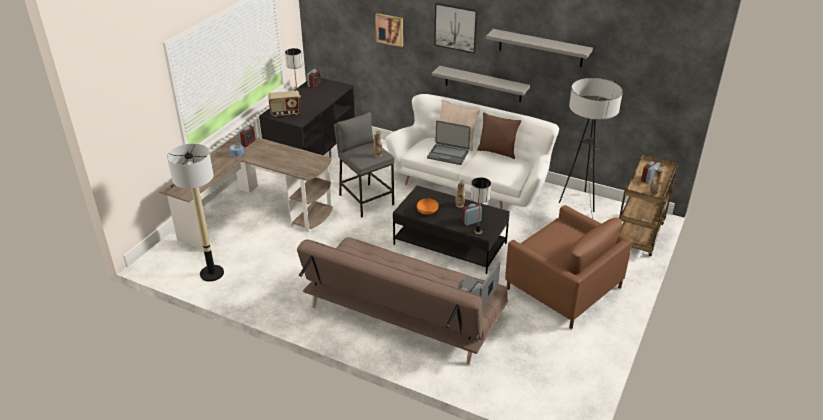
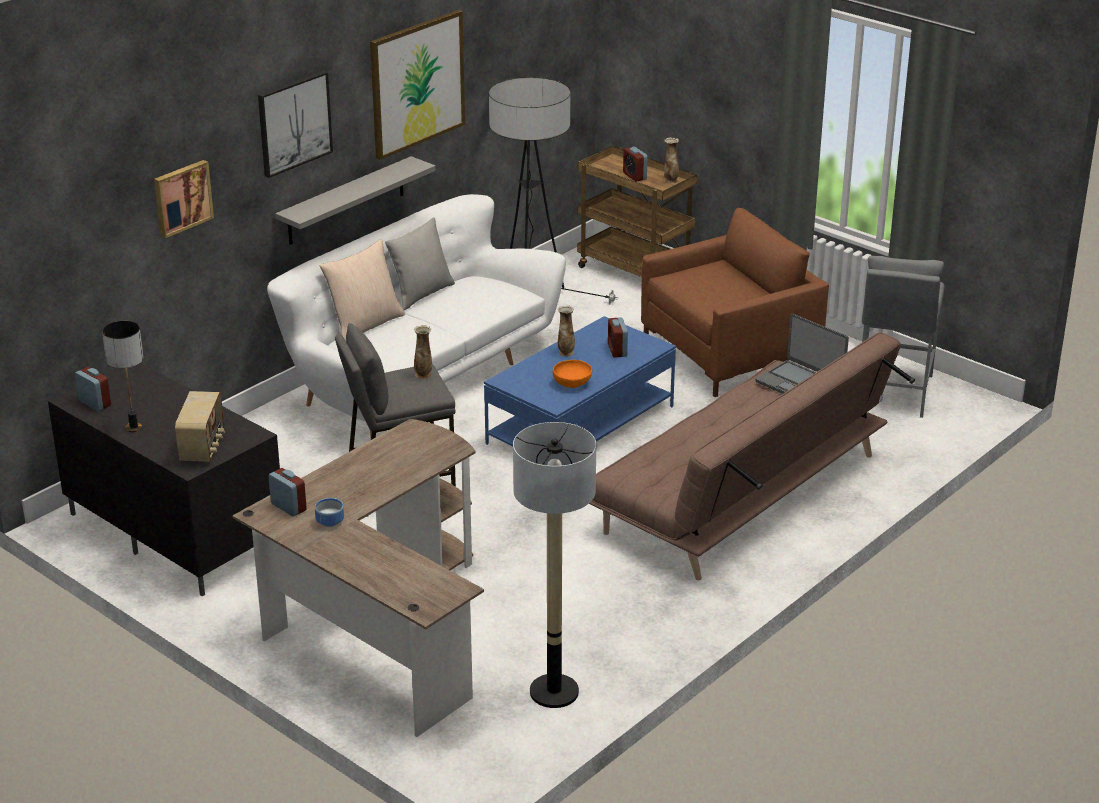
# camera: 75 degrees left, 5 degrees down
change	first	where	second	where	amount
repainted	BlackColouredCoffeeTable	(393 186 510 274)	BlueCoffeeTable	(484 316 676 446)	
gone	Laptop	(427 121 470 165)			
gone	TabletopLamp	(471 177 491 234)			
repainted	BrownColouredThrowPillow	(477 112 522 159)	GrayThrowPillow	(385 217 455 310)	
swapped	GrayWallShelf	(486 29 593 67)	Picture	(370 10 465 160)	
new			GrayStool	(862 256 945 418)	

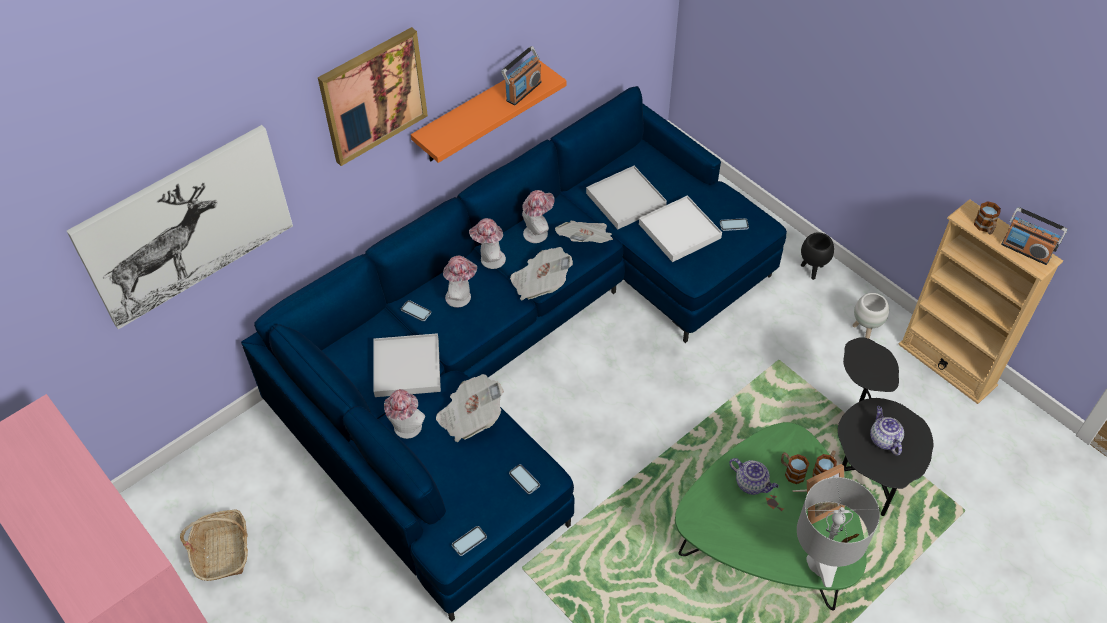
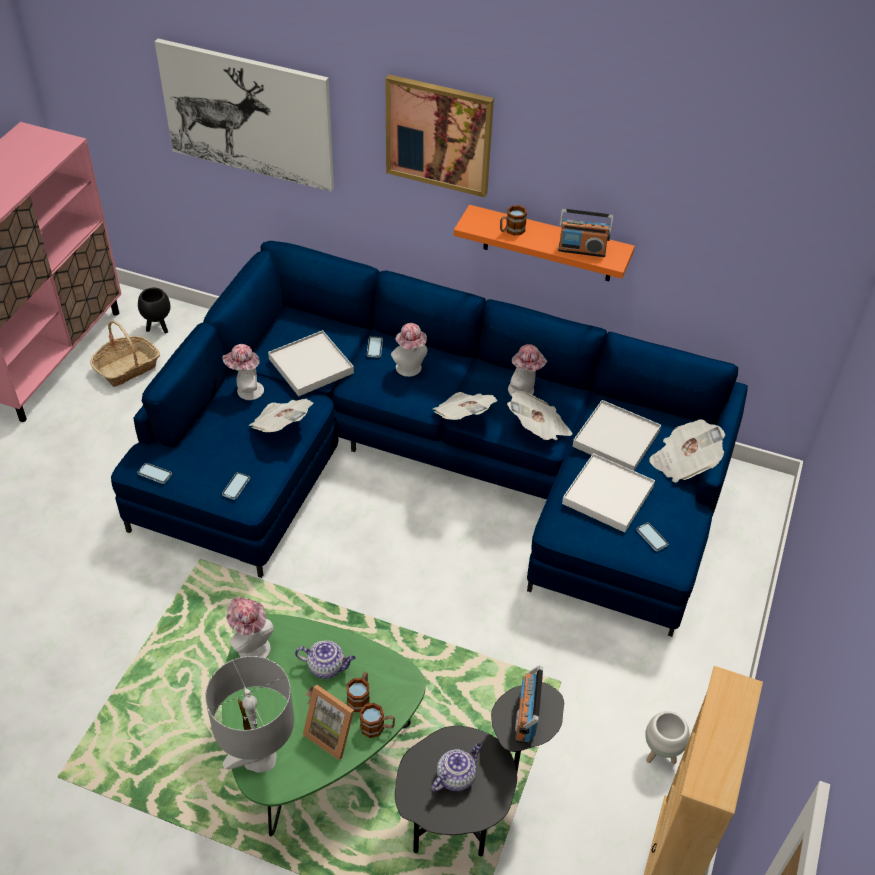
# camera: 60 degrees right, 5 degrees down
change	first	where	second	where	amount
shifted	Hat	(469 218 506 269)		(226 596 274 658)	
rotated	PotForTea	(729 458 779 495)		(295 641 356 679)	90 degrees counterclockwise
shifted	BlackColouredPlanter	(801 232 834 280)		(138 287 170 333)	
shifted	Mug	(974 201 1001 235)		(500 205 527 236)	
shifted	RadioReceiver	(1001 207 1068 265)		(515 666 543 744)	
new			DailyPaper	(649 419 725 483)	

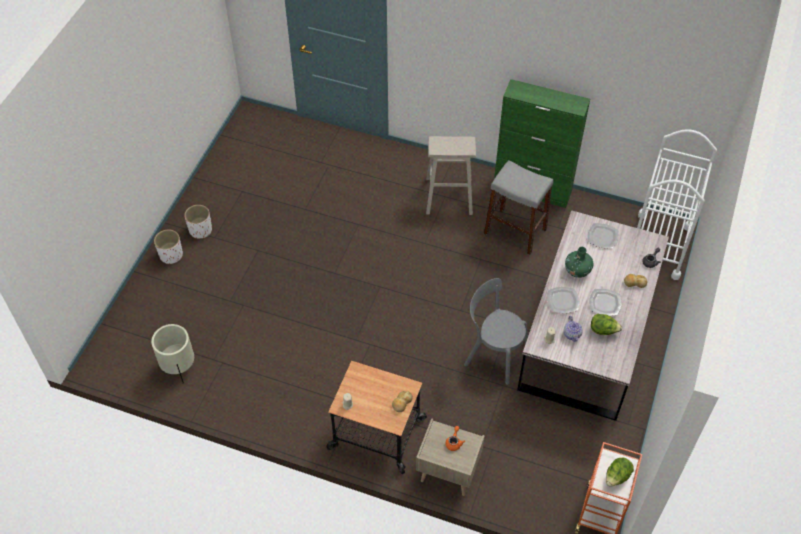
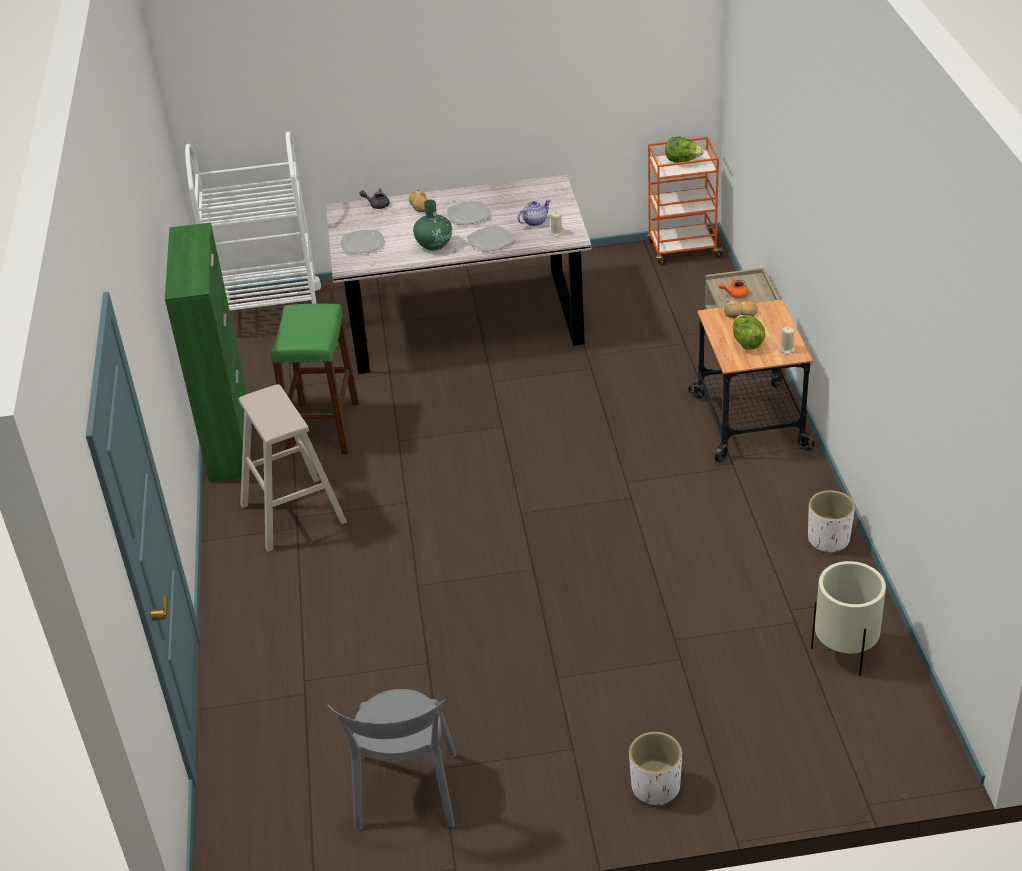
# camera: 115 degrees left, 15 degrees down
change	first	where	second	where	amount
shifted	WhiteColouredPlanter	(184 205 212 239)		(808 490 855 553)	
shifted	GrayChair	(464 278 528 385)		(328 689 457 831)	
repainted	GrayStool	(484 160 554 255)	GreenStool	(270 303 359 455)	
shifted	HeadOfLettuce	(591 314 622 335)		(733 315 765 350)	

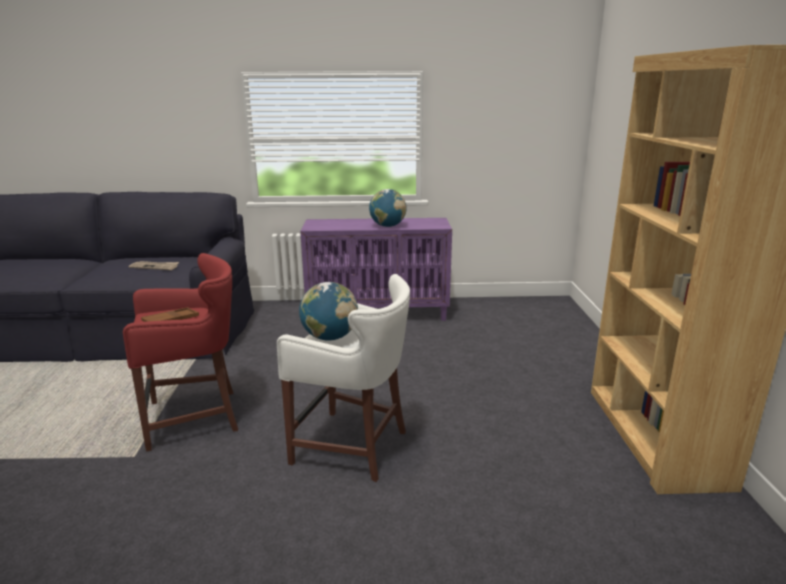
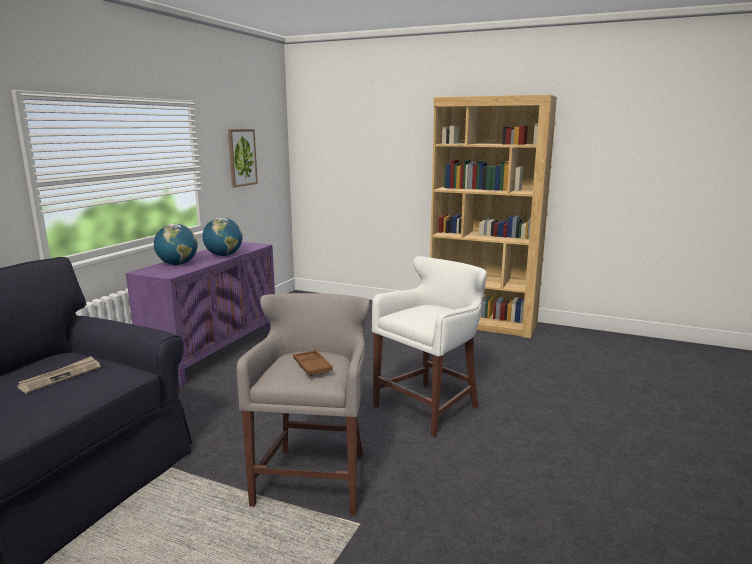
# camera: 65 degrees left, 5 degrees down
change	first	where	second	where	amount
repainted	RedColouredStool	(123 253 238 452)	GrayStool	(237 293 370 515)	
shifted	Globe	(299 282 358 341)		(154 224 198 265)	
new			Picture	(228 129 258 187)	

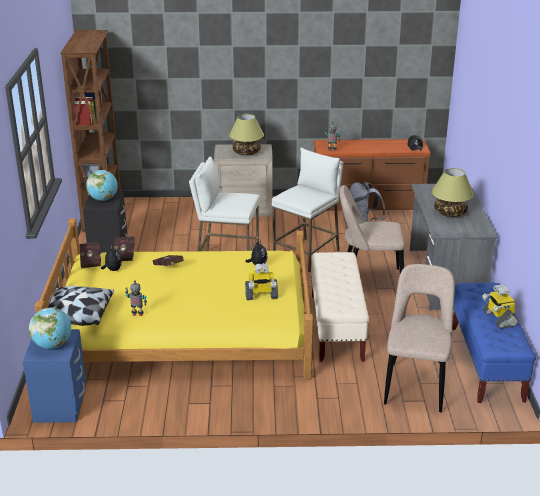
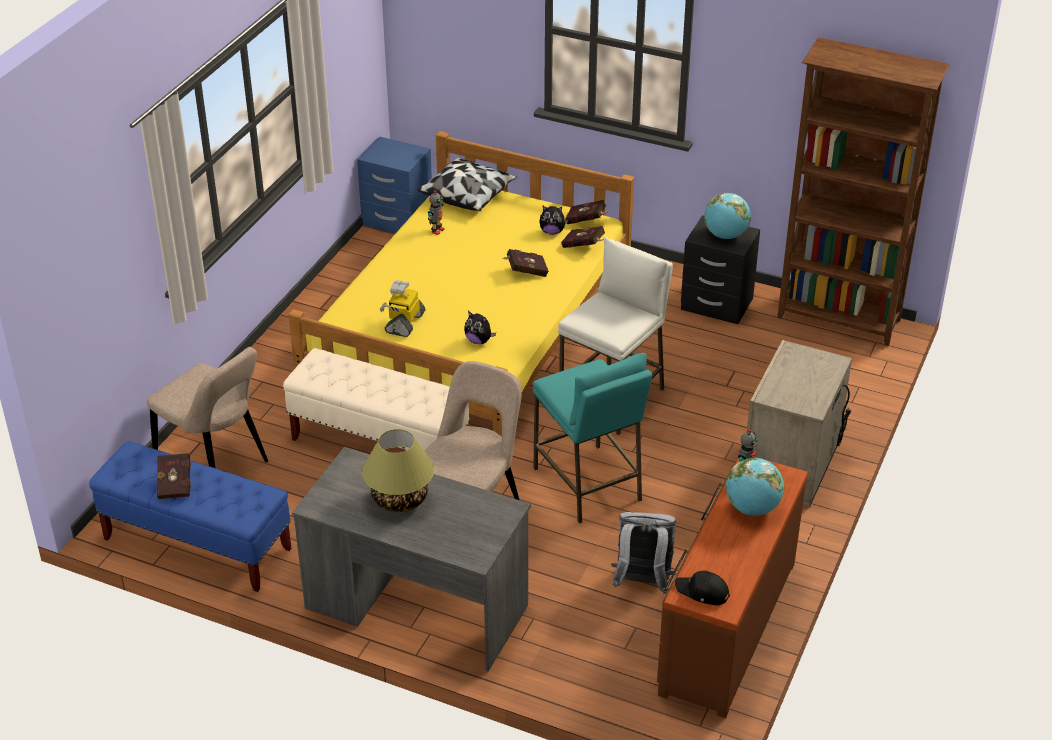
# camera: 115 degrees right, 10 degrees up
change	first	where	second	where	amount
shifted	Globe	(29 308 71 349)		(726 458 784 516)	
gone	TabletopLamp	(229 114 264 155)			
repainted	WhiteColouredStool	(272 148 343 272)	TurquoiseColouredStool	(533 353 652 523)	
swapped	ModelRobot	(482 284 518 329)	RedColouredVolume	(157 450 191 499)	

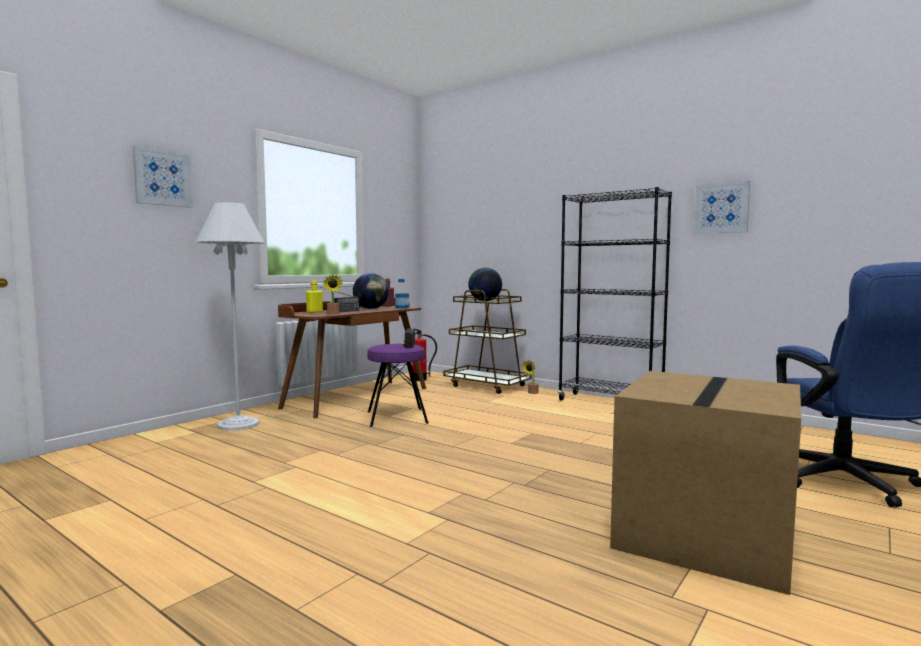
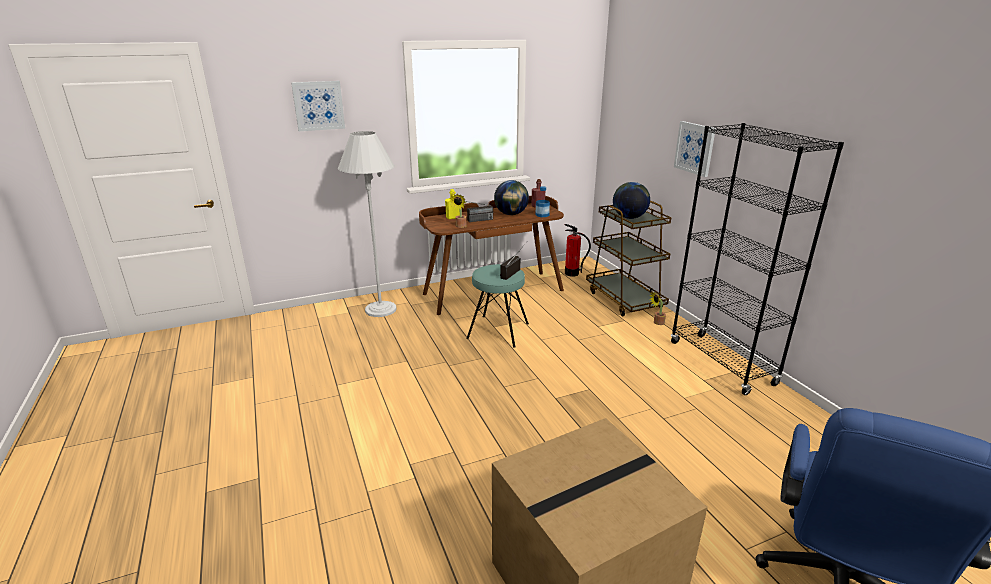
# camera: 30 degrees right, 20 degrees up
change	first	where	second	where	amount
repainted	PurplishStool	(367 344 428 427)	TurquoiseColouredStool	(466 264 529 348)	
shifted	Picture	(694 181 750 234)		(674 121 716 177)	

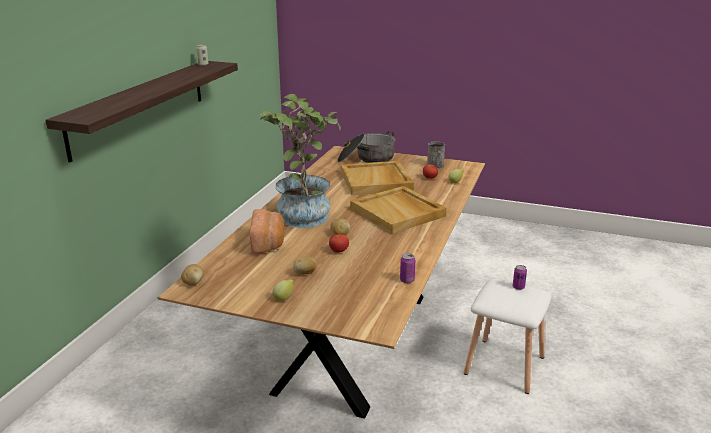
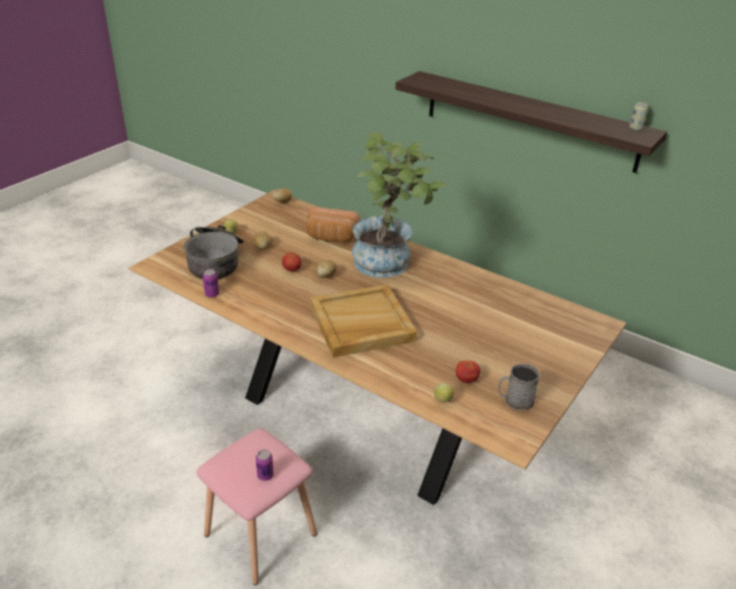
# camera: 105 degrees right, 10 degrees up
change	first	where	second	where	amount
shifted	Stockpot	(337 131 396 163)		(184 225 244 279)	
gone	SandColouredServingTray	(341 161 414 195)			
repainted	WhiteColouredStool	(464 279 552 394)	PinkStool	(197 429 317 585)	

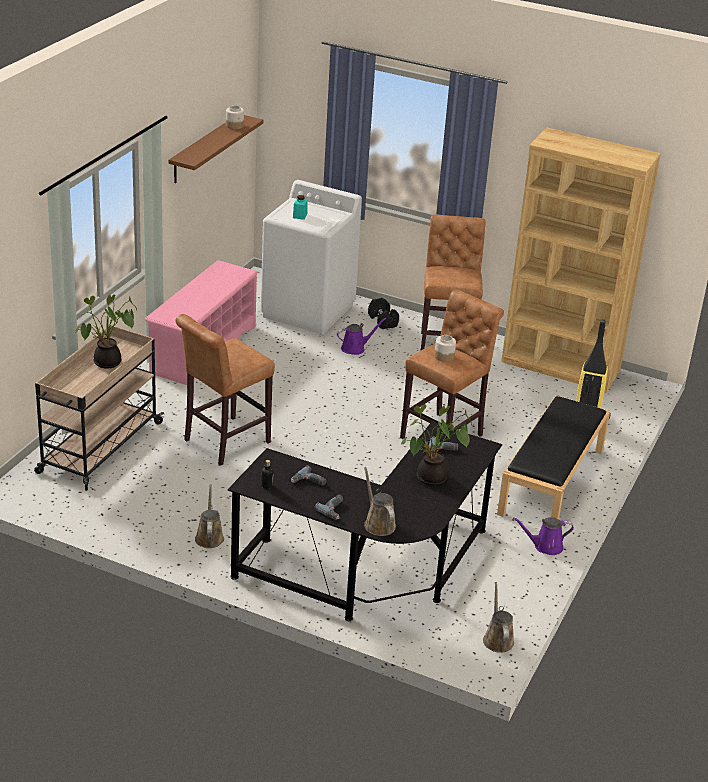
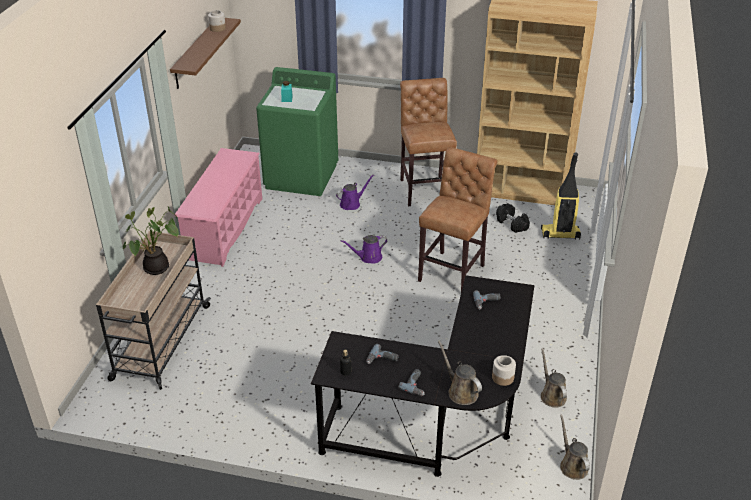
# camera: 10 degrees left, 5 degrees up
change	first	where	second	where	amount
gone	BrownColouredStool	(175 314 275 466)			
shifted	BrownColouredWateringPot	(195 485 224 548)		(541 349 567 408)	
repainted	WhiteColouredLaundryMachine	(261 180 362 334)	GreenLaundryMachine	(256 67 338 196)	
shifted	BlackColouredDumbbell	(368 298 399 329)		(496 203 530 233)	
gone	PottedPlant	(401 404 472 486)			
shifted	PreserveJar	(434 335 456 362)		(492 355 516 386)	
gone	BlackColouredBench	(497 395 610 519)			
shifted	PurplishWateringPot	(513 517 574 555)		(341 235 387 264)	

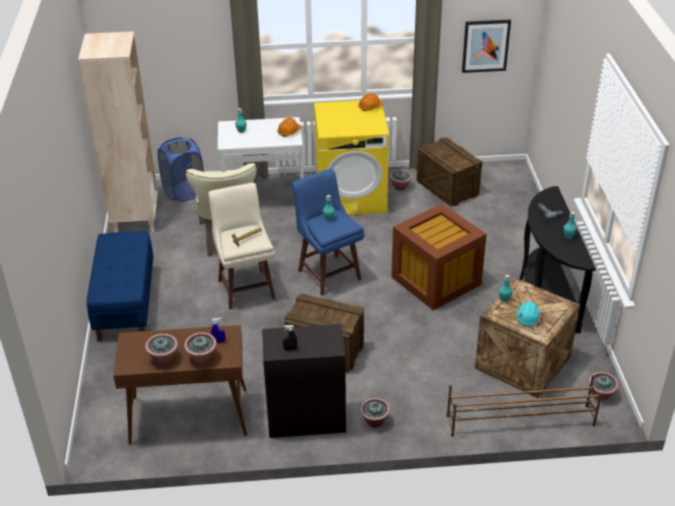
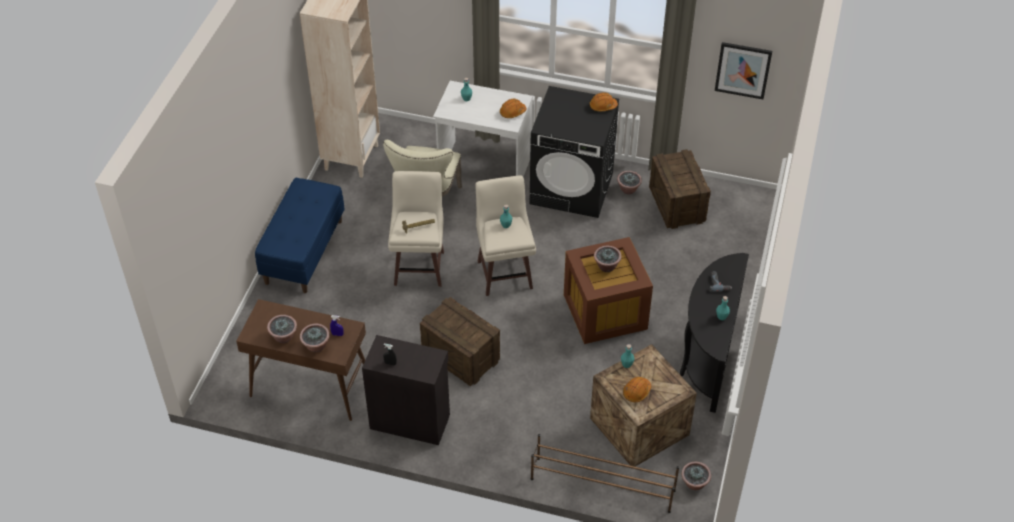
# camera: 20 degrees right, 10 degrees up
change	first	where	second	where	amount
gone	BlueLaundryBasket	(158 138 204 202)			
repainted	BlueStool	(292 169 364 296)	SandColouredStool	(476 175 536 296)	
repainted	YellowColouredLaundryMachine	(314 99 389 215)	BlackColouredLaundryMachine	(529 86 619 218)	
shifted	PottedPlant	(360 398 390 428)		(594 246 622 272)	
repainted	TurquoiseColouredWorkHelmet	(516 302 541 327)	OrangeWorkHelmet	(623 377 651 402)	

